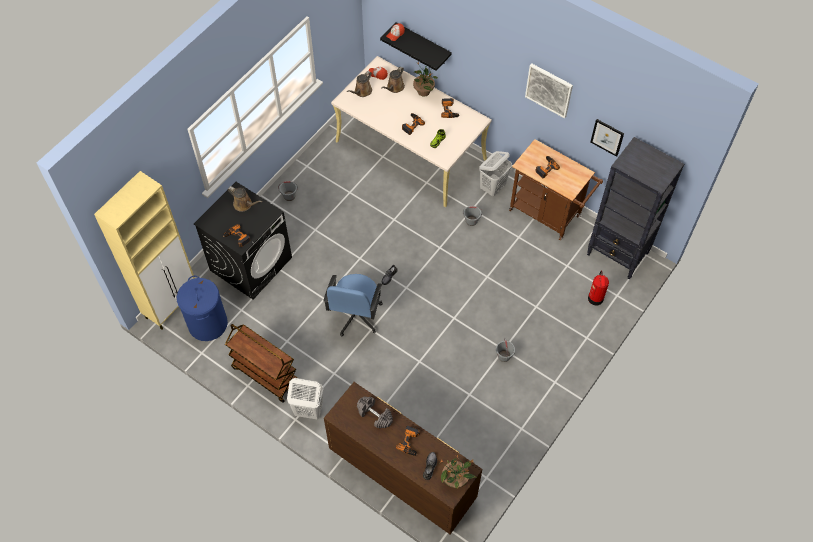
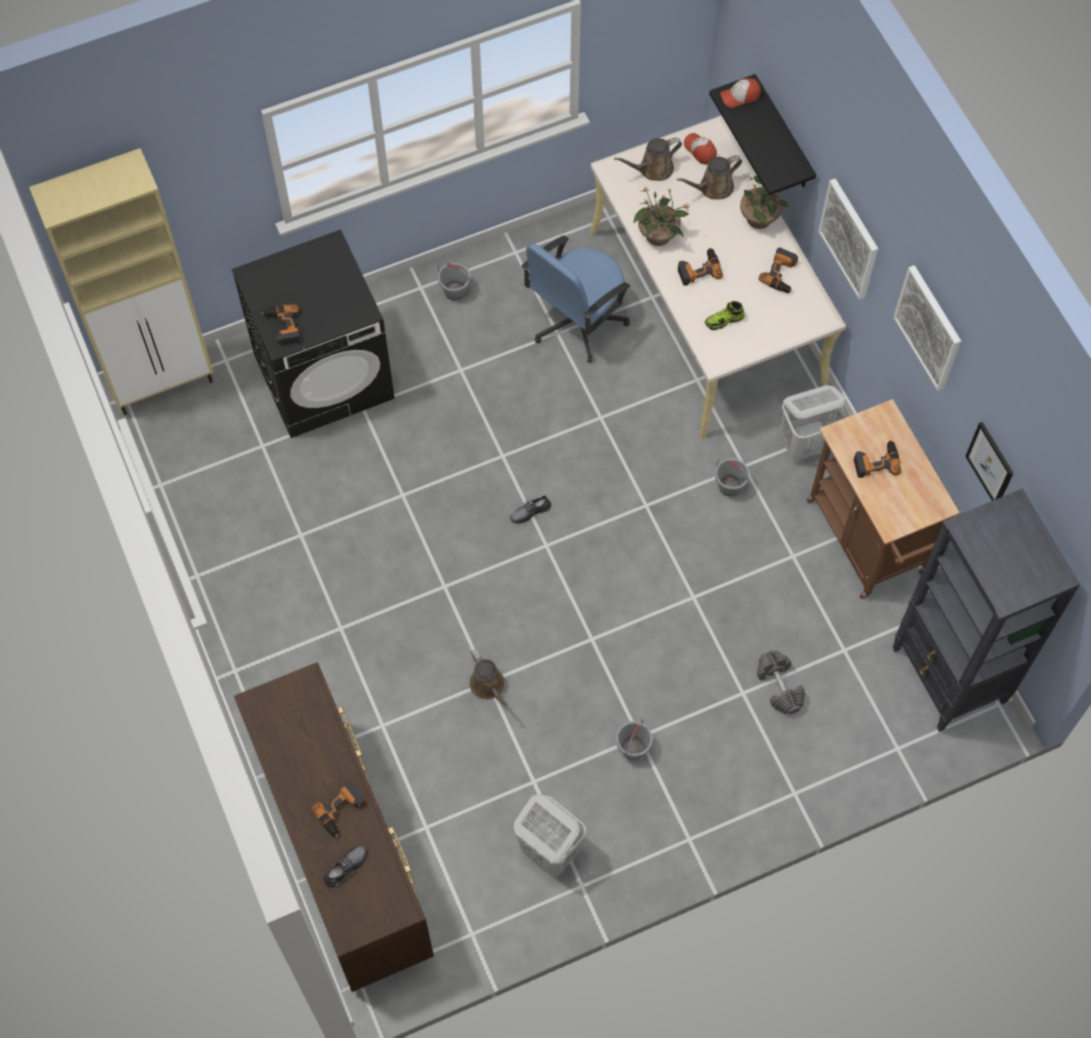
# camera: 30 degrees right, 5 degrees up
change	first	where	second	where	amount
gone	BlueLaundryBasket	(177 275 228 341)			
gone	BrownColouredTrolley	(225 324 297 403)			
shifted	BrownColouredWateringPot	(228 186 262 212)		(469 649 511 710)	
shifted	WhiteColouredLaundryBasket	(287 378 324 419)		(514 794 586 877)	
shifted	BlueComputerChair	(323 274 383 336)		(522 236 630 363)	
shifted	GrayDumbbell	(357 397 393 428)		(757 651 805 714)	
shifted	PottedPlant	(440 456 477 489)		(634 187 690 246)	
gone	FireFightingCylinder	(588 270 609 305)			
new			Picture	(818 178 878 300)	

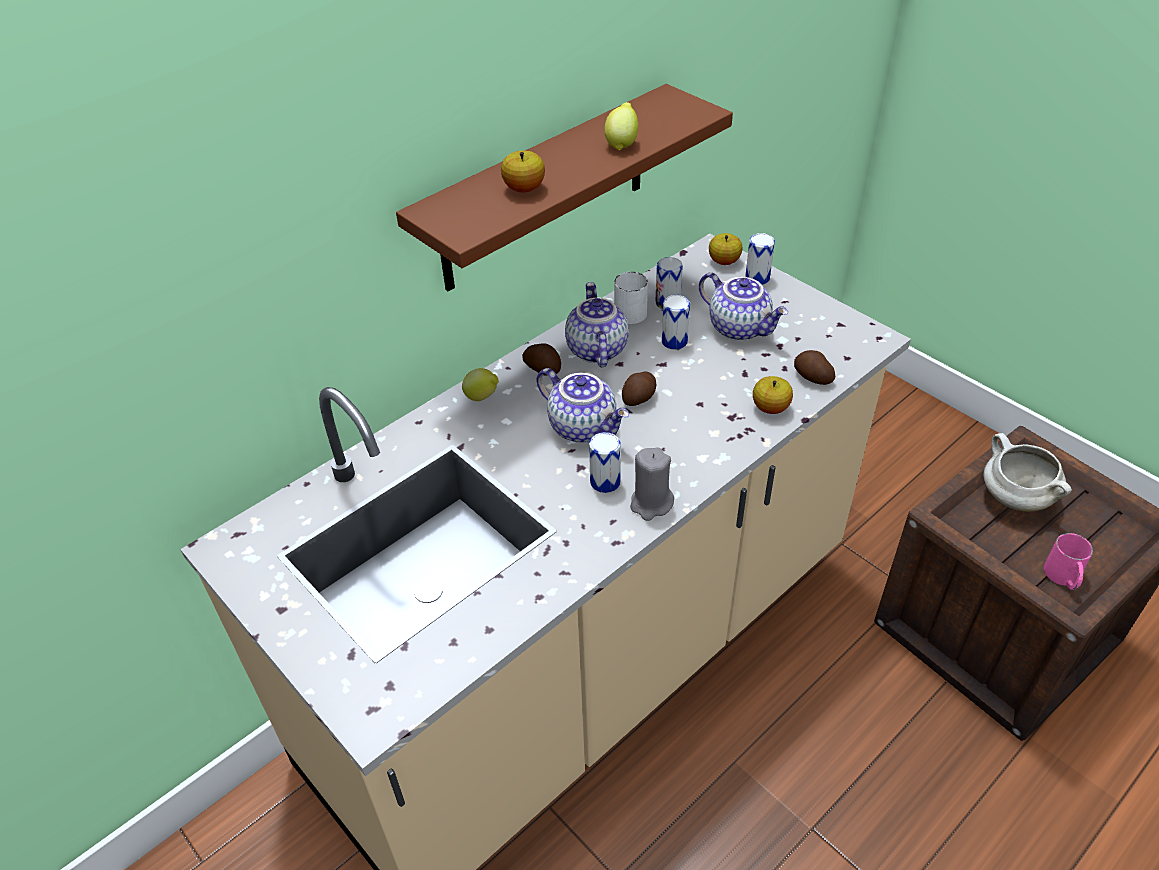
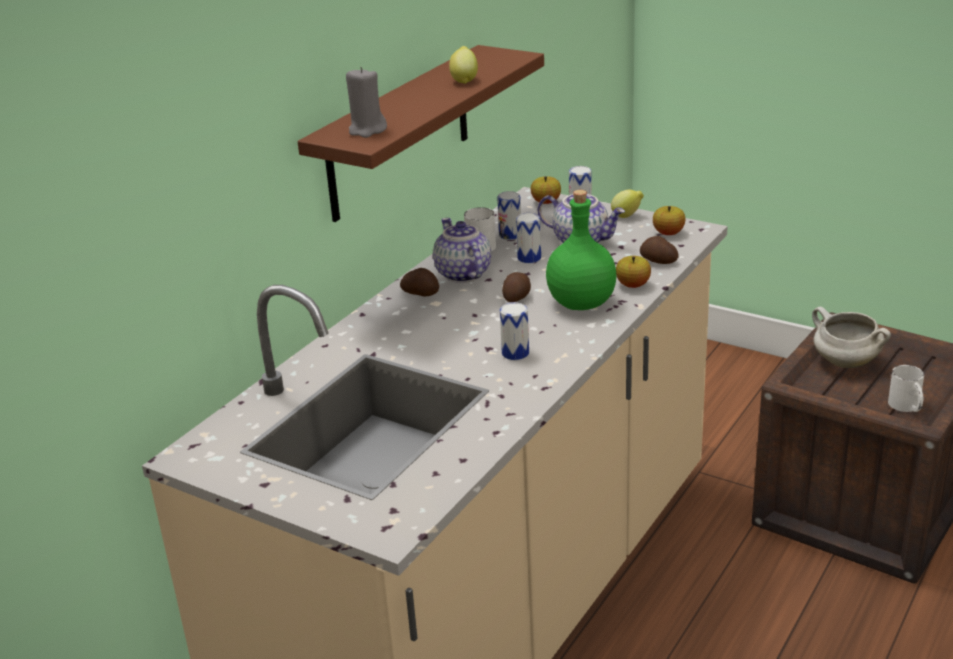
# camera: 15 degrees left, 15 degrees down
change	first	where	second	where	amount
shifted	WholeLemon	(462 368 499 401)		(611 190 644 218)	
shifted	AppleFruit	(501 150 545 192)		(653 206 685 235)	
gone	PotForTea	(536 368 629 443)			
shifted	GrayWaxCandle	(630 447 674 521)		(346 67 387 138)	
repainted	PinkMug	(1044 533 1093 590)	WhiteColouredMug	(888 365 924 412)	
new			GreenBottle	(546 190 617 310)	

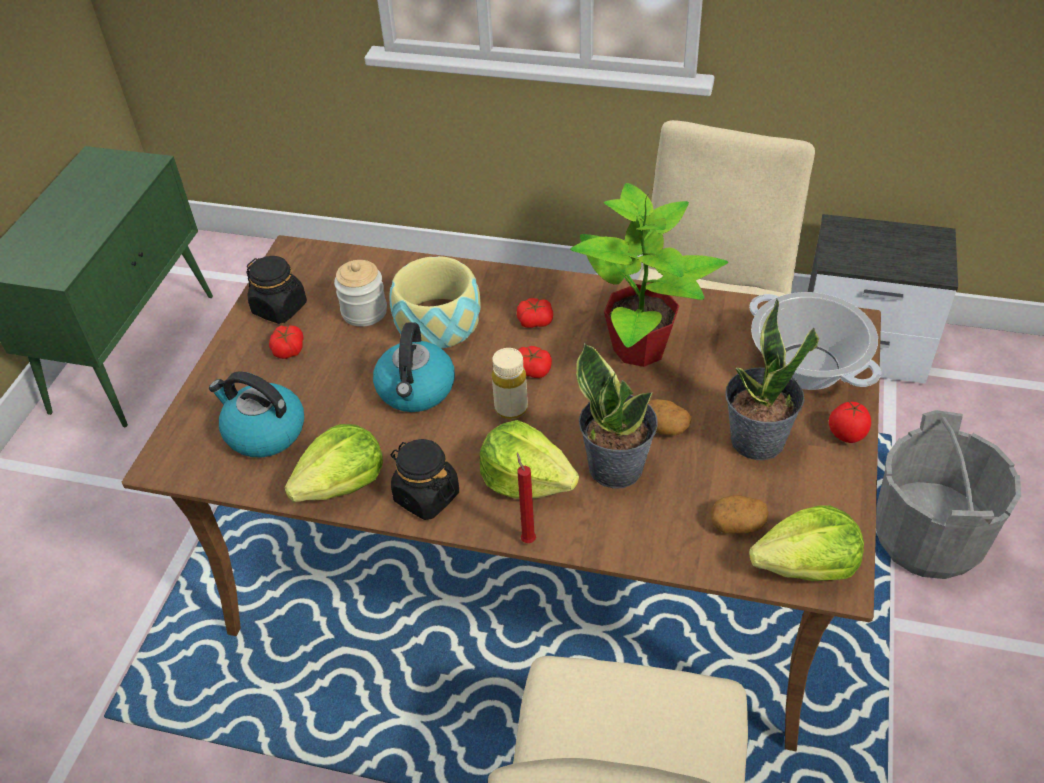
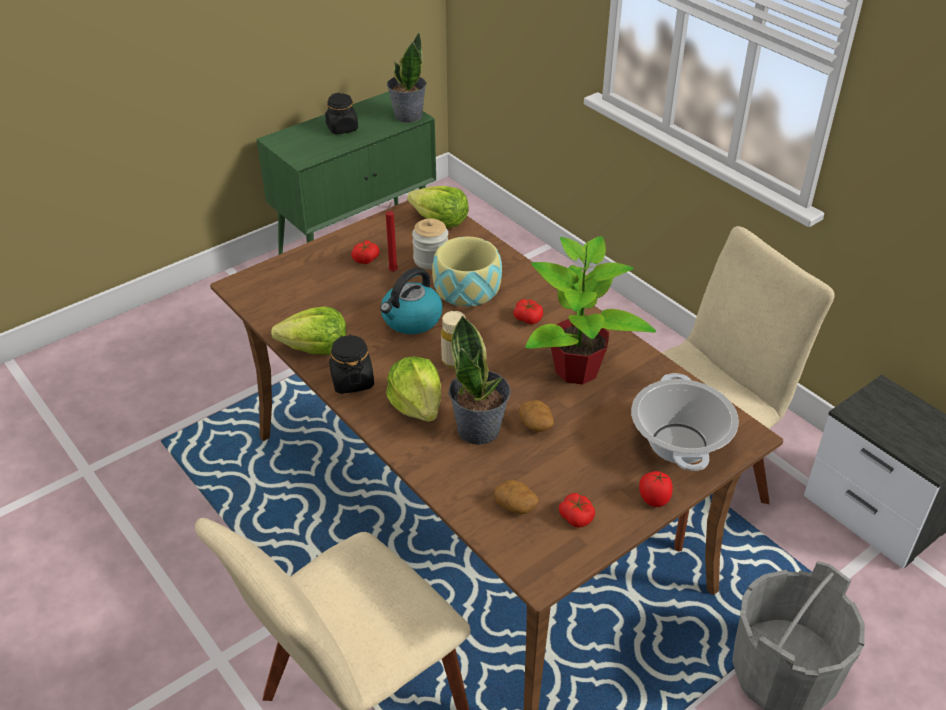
# camera: 35 degrees right, 5 degrees down
change	first	where	second	where	amount
gone	Kettle	(209 371 304 457)			
shifted	BlackColouredPreserveJar	(246 256 307 324)		(325 93 358 134)	
shifted	RedColouredWaxCandle	(517 453 536 543)		(386 202 398 272)	
shifted	Tomato	(518 346 552 378)		(559 493 595 528)	
shifted	PottedPlant	(725 299 819 460)		(387 33 427 123)	
shifted	HeadOfLettuce	(749 505 864 581)		(407 186 469 228)	

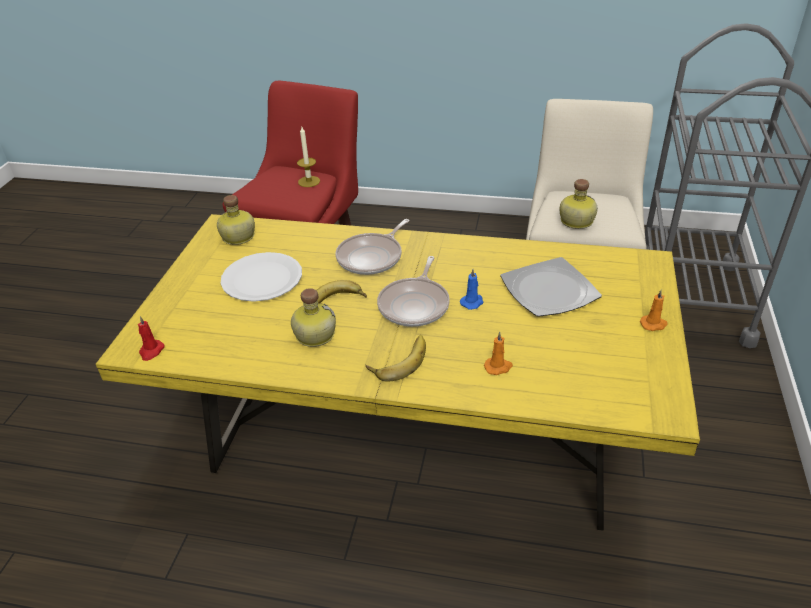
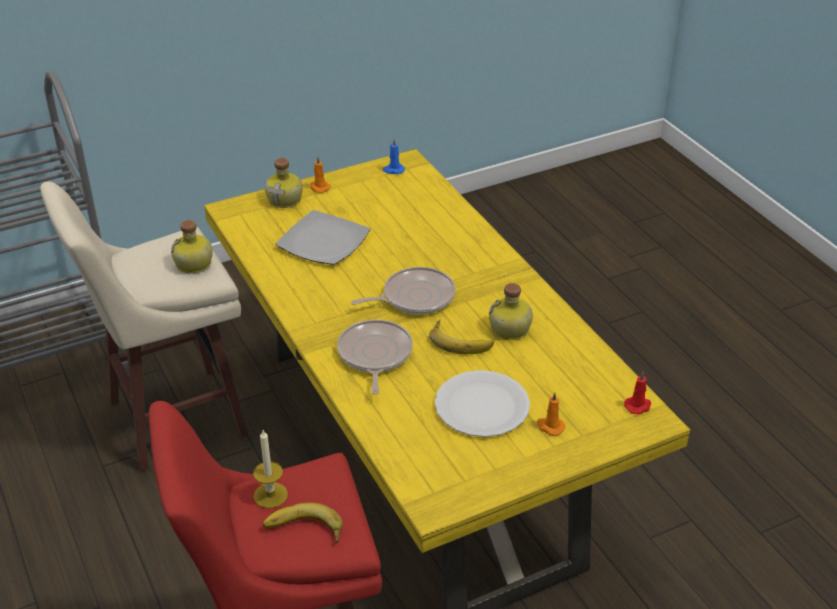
# camera: 130 degrees left, 0 degrees up
change	first	where	second	where	amount
shifted	Bottle	(217 195 255 245)		(265 158 303 208)	
rotated	FryingPan	(336 219 409 275)		(337 319 413 394)	90 degrees counterclockwise
shifted	WholeBanana	(366 335 426 381)		(263 502 343 543)	
shifted	BlueWaxCandle	(460 269 483 310)		(382 139 405 174)	
shifted	OrangeWaxCandle	(484 332 513 375)		(537 392 565 436)	

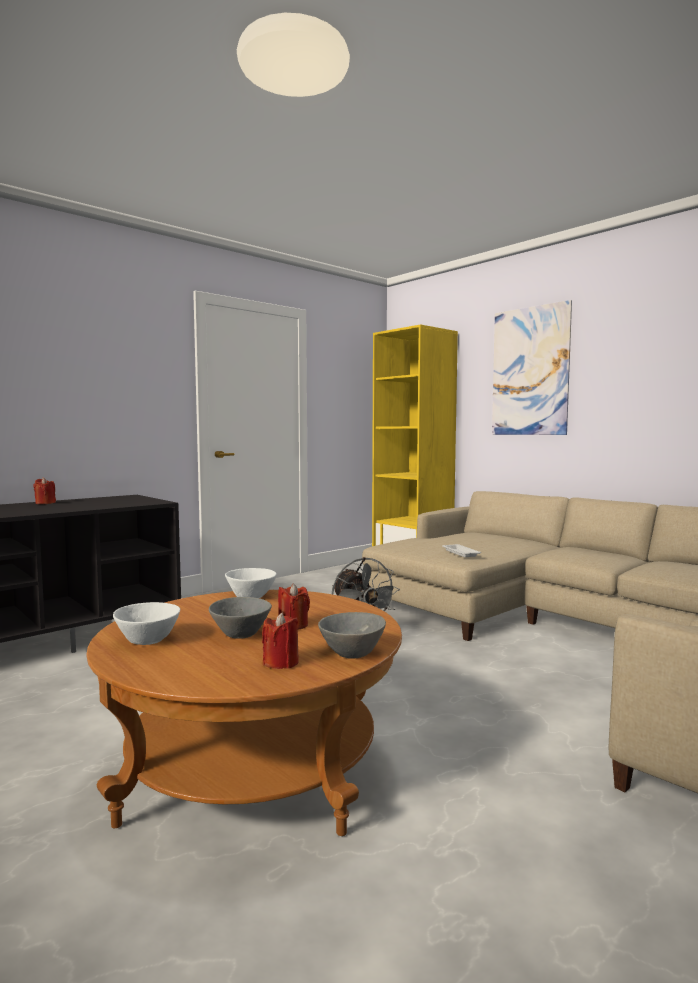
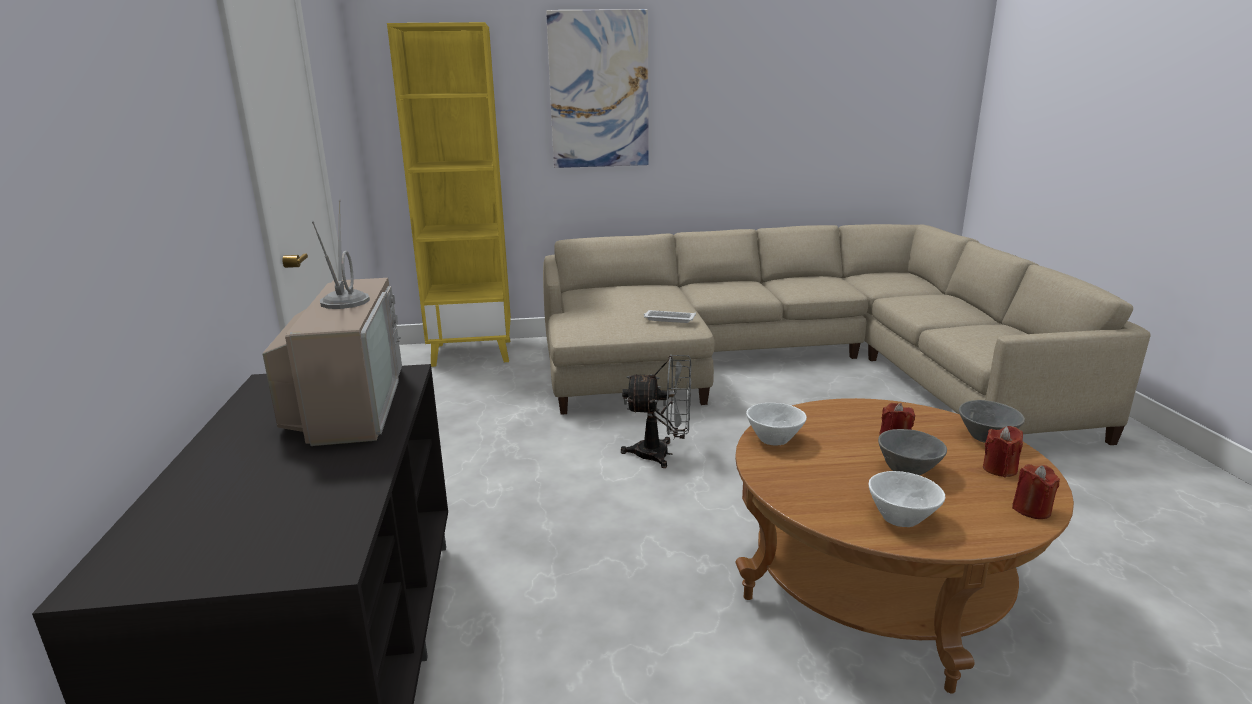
# camera: 55 degrees left, 15 degrees up
change	first	where	second	where	amount
shifted	RedColouredWaxCandle	(33 478 56 504)		(1012 464 1060 519)	
new			Television	(263 199 402 446)	

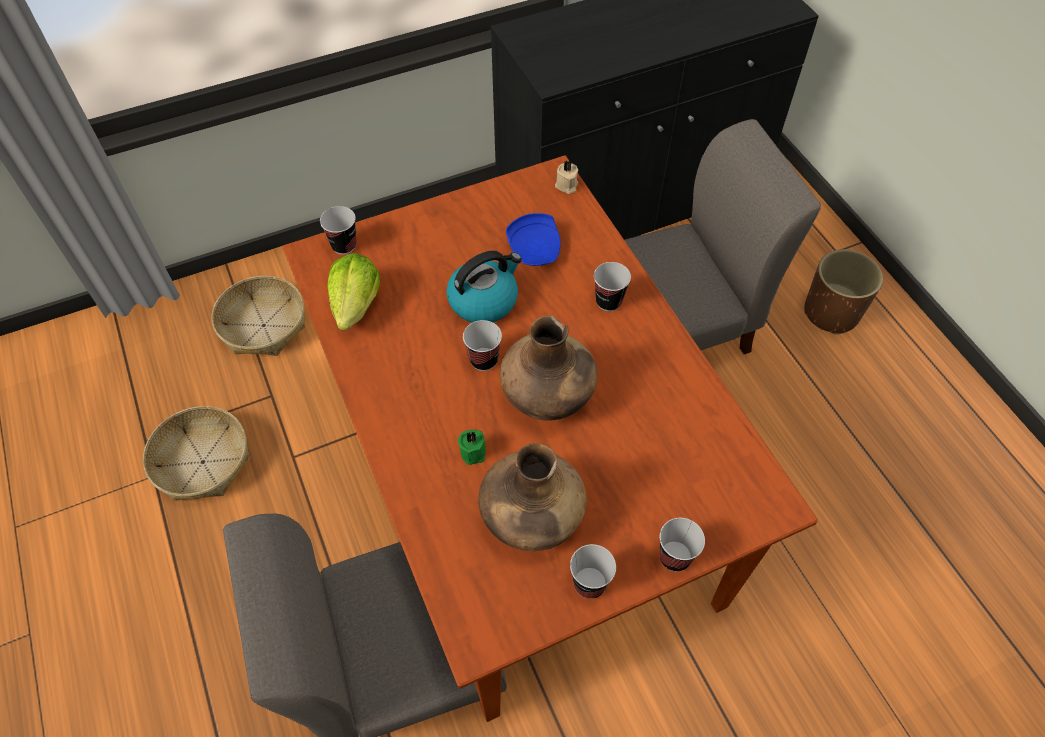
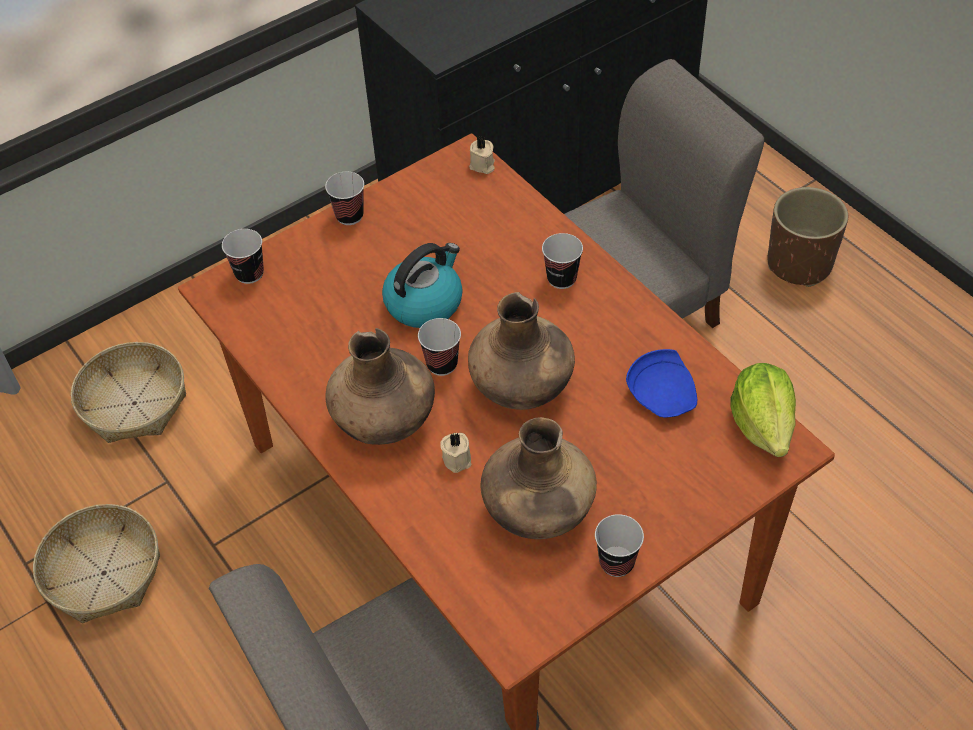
# camera: 10 degrees left, 5 degrees down
change	first	where	second	where	amount
shifted	HeadOfLettuce	(327 253 380 331)		(730 363 796 457)	
repainted	GreenWaxCandle	(458 430 486 465)	SandColouredWaxCandle	(440 433 471 473)	
shifted	BlueFlatDish	(506 213 561 266)		(626 349 697 418)	
shifted	SmallCup	(659 518 705 571)		(325 172 364 225)	
new			BrownColouredDecorativeVase	(325 328 435 445)	

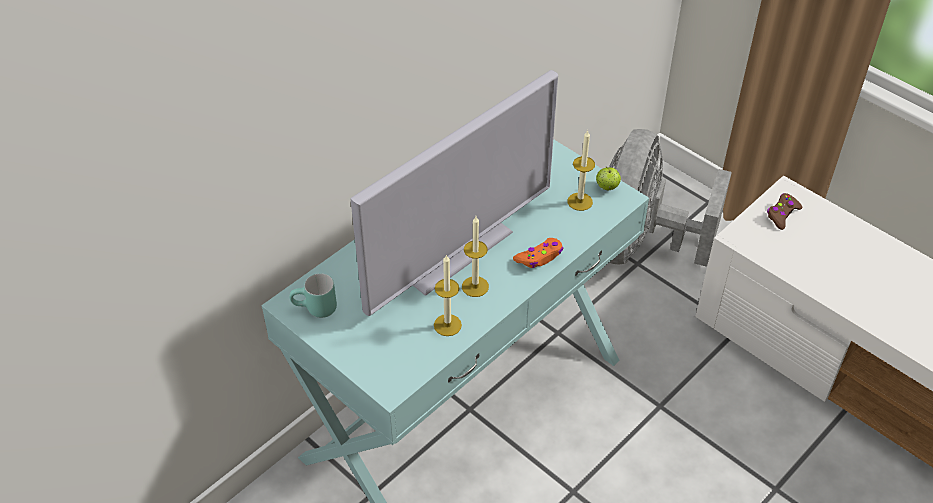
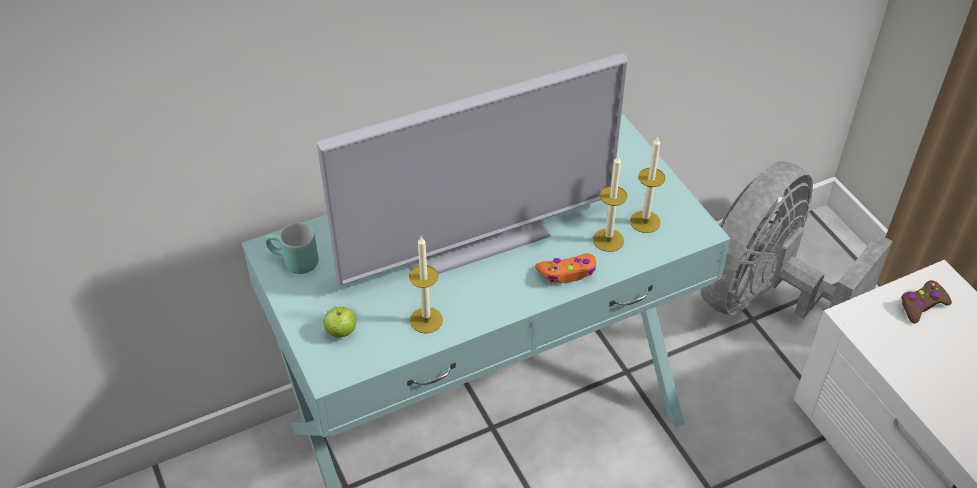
# camera: 20 degrees right, 0 degrees up
change	first	where	second	where	amount
shifted	WaxCandle	(462 216 489 297)		(593 156 627 252)	
shifted	AppleFruit	(596 167 621 190)		(323 306 356 338)	

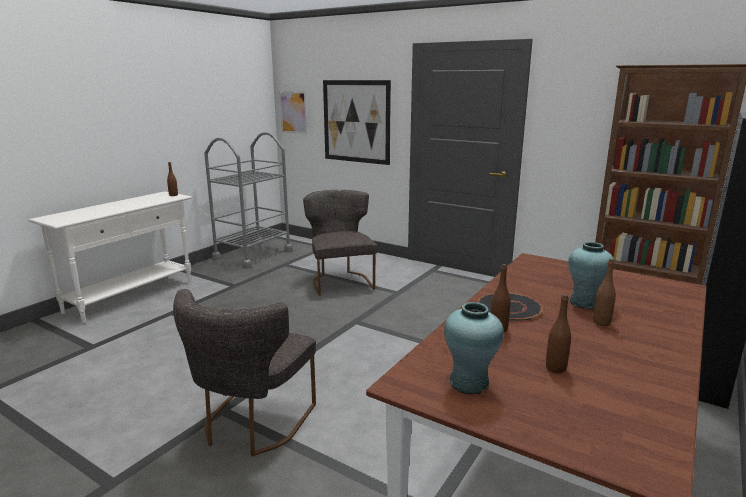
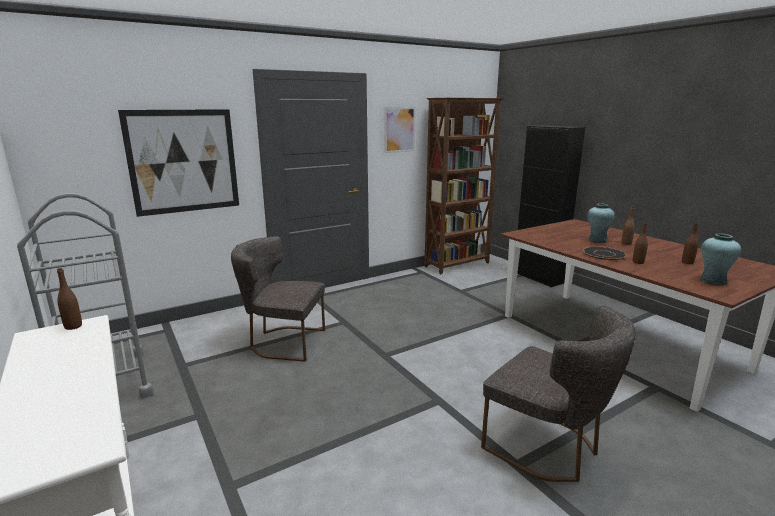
# camera: 65 degrees left, 0 degrees up
change	first	where	second	where	amount
shifted	Picture	(279 91 308 134)		(384 107 416 153)	

